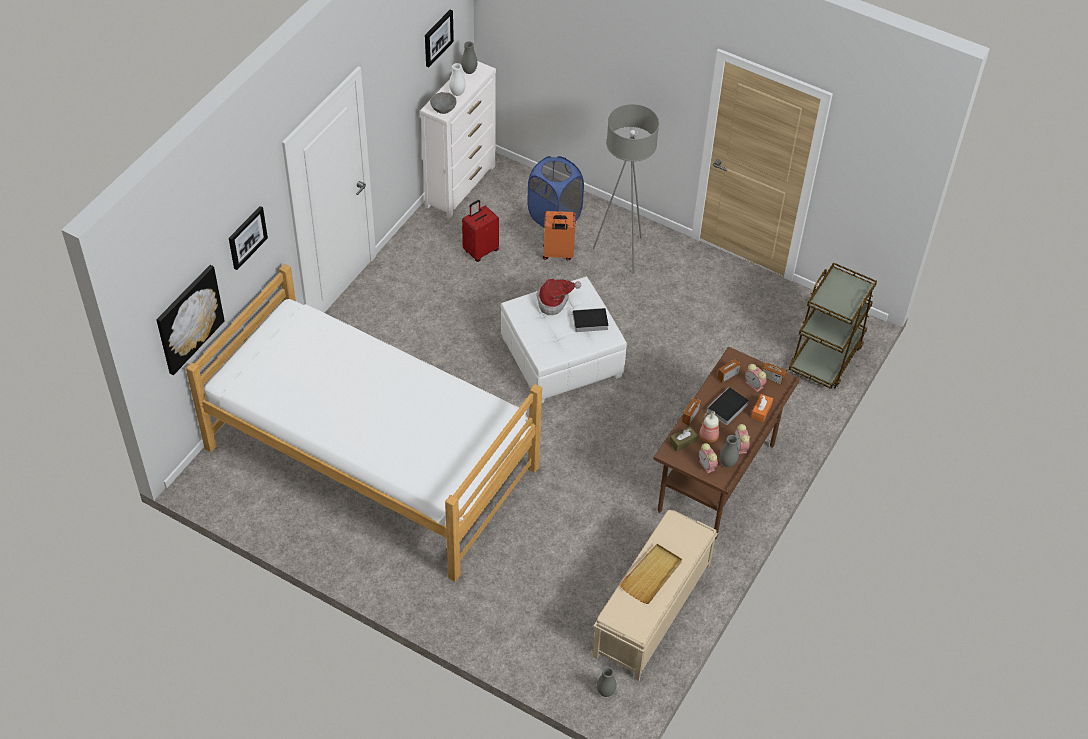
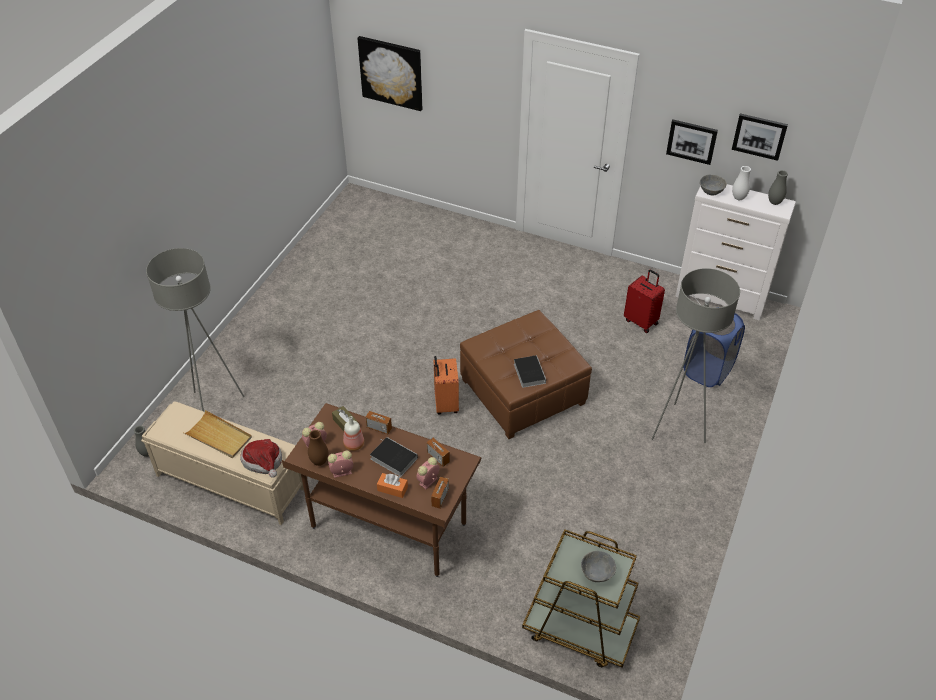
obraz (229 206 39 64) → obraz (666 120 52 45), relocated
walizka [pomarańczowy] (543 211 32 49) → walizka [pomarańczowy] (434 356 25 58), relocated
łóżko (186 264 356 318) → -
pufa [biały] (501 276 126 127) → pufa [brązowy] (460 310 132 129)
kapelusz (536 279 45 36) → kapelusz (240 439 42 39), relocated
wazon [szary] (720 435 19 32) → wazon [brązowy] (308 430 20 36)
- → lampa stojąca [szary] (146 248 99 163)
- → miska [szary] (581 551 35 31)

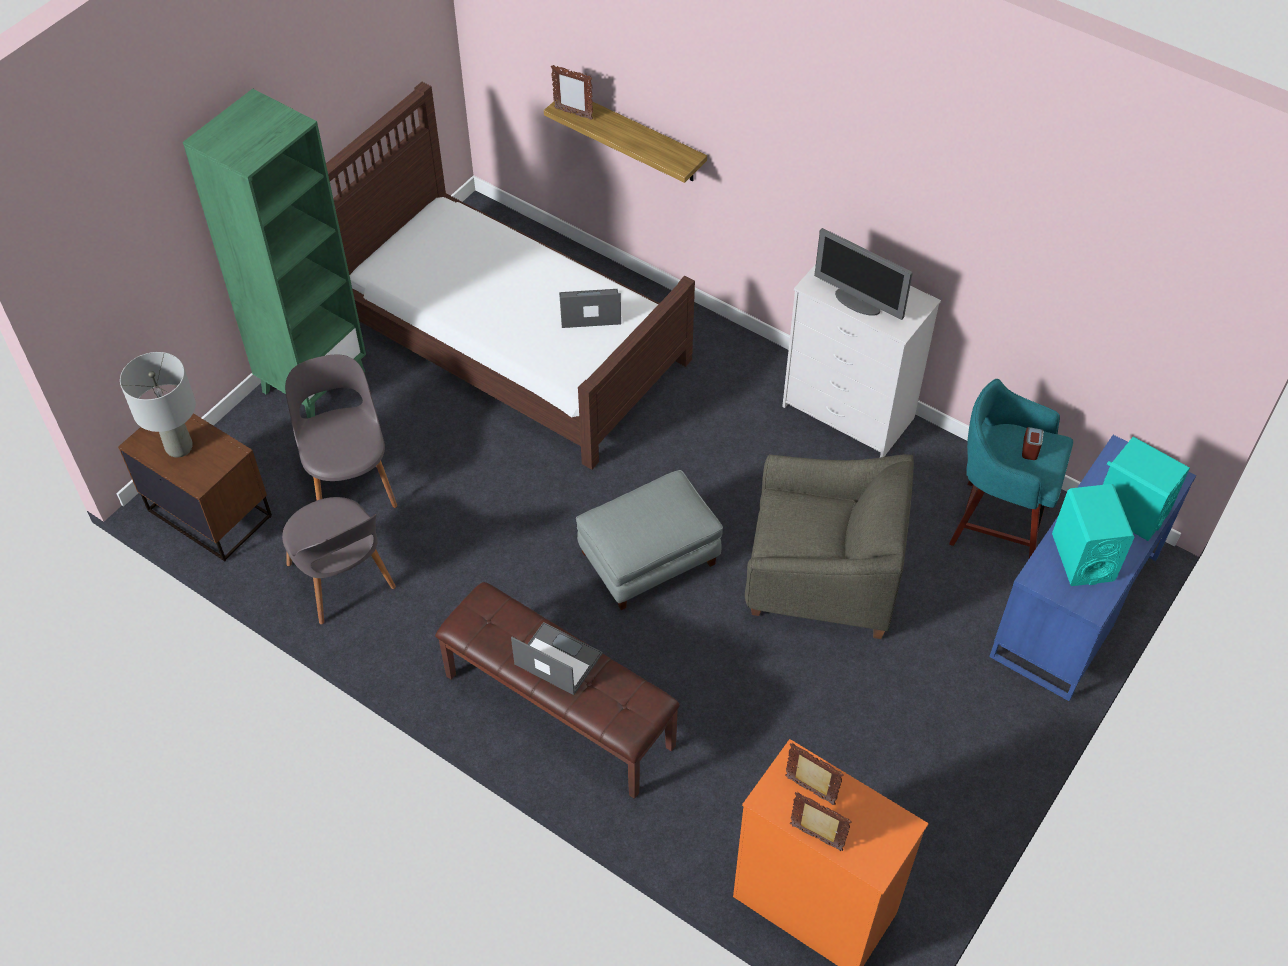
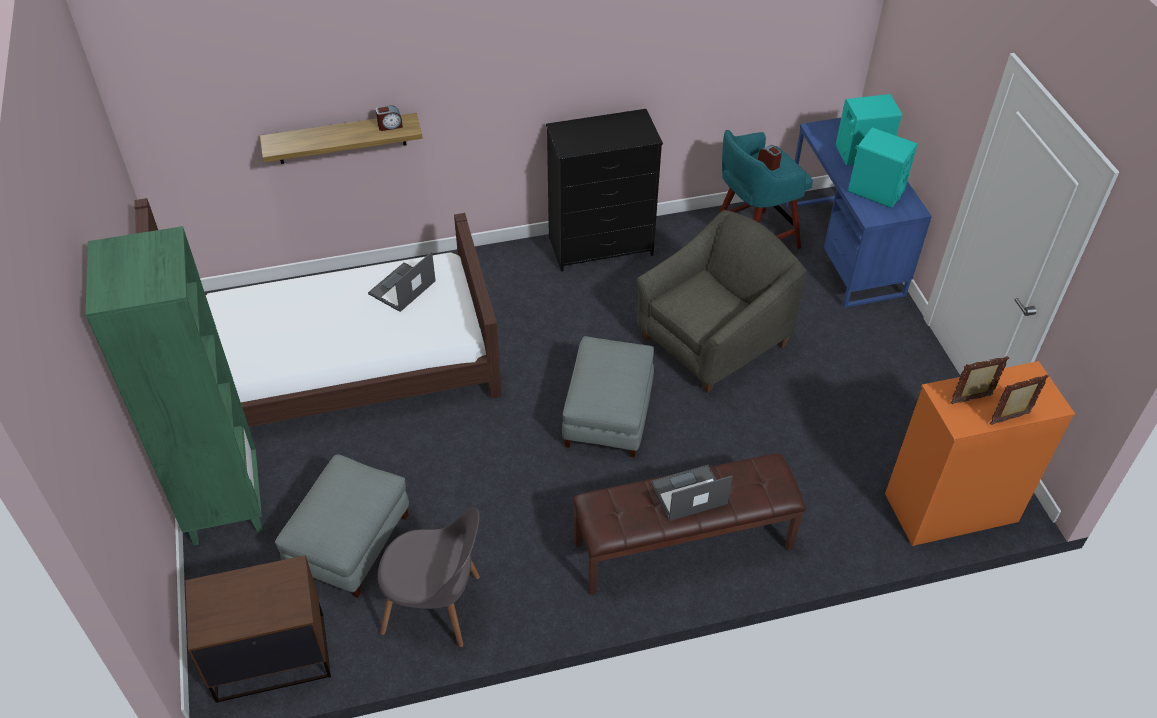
ramka na zdjęcie (551 65 42 55) → -
monitor (814 228 99 92) → -
komoda [biały] (782 264 159 194) → komoda [czarny] (546 109 117 163)
lampa stołowa [szary] (120 352 76 106) → -
krzesło [szary] (285 355 112 153) → pufa [szary] (275 454 134 144)
- → budzik (376 105 27 26)

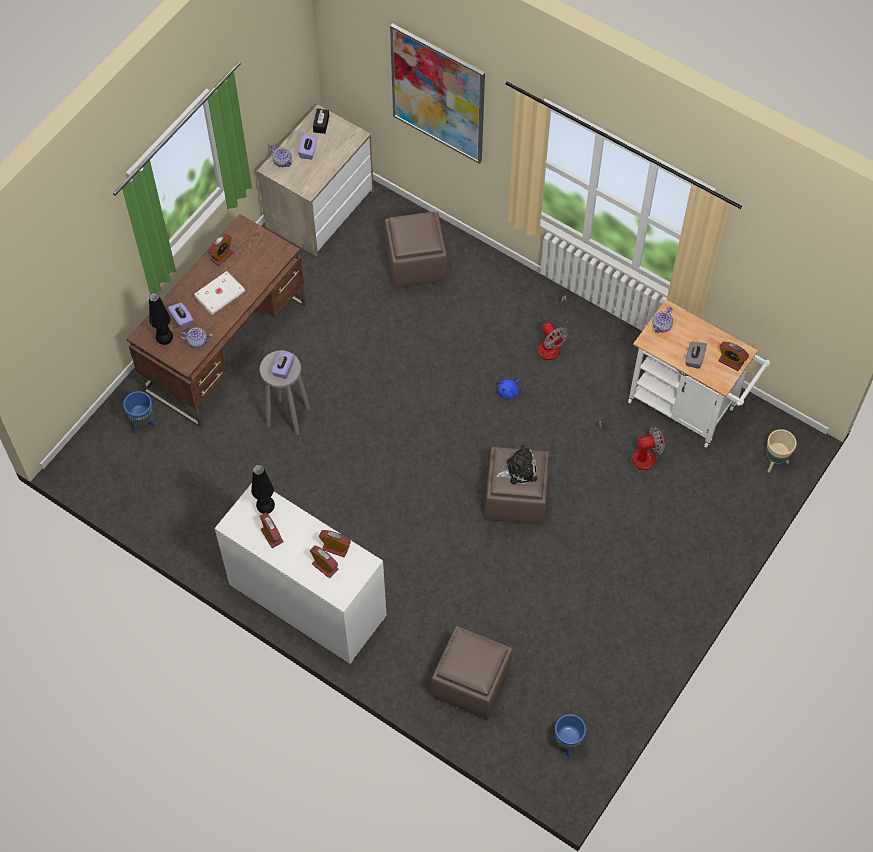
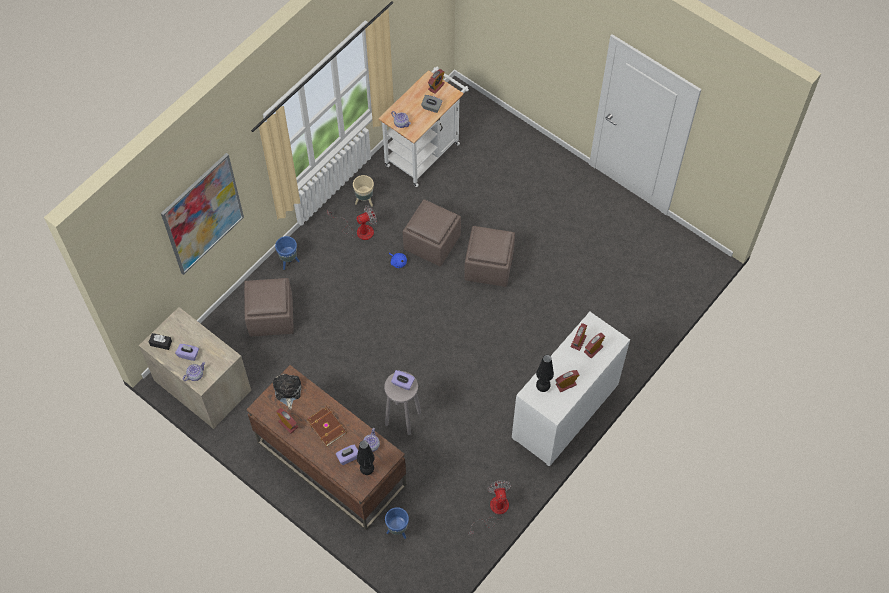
książka [biały] (194 271 51 44) → książka [brązowy] (307 406 40 41)
wentylator (599 419 66 51) → wentylator (469 480 42 54), relocated
donica [beżowy] (766 429 31 43) → donica [beżowy] (353 175 21 32), relocated
pluszak (496 444 41 41) → pluszak (272 374 29 36), relocated
pufa [brązowy] (431 626 82 93) → pufa [brązowy] (403 199 58 67), relocated
donica [niebieski] (553 714 33 45) → donica [niebieski] (275 236 25 34), relocated

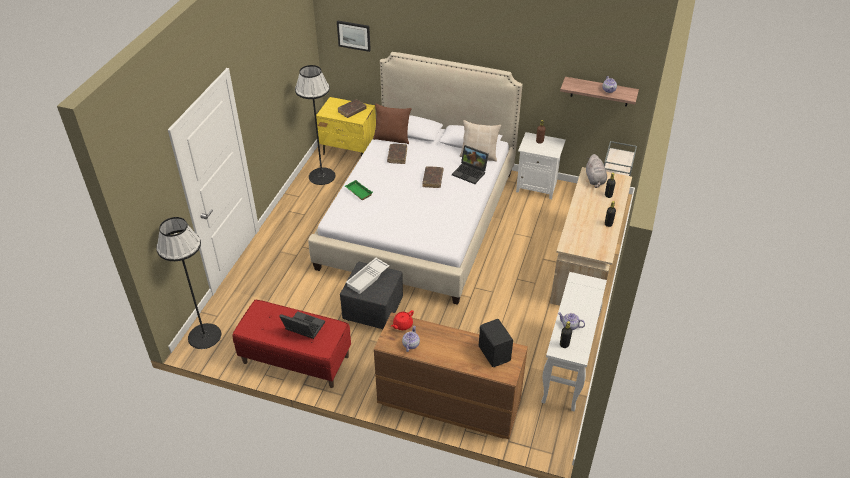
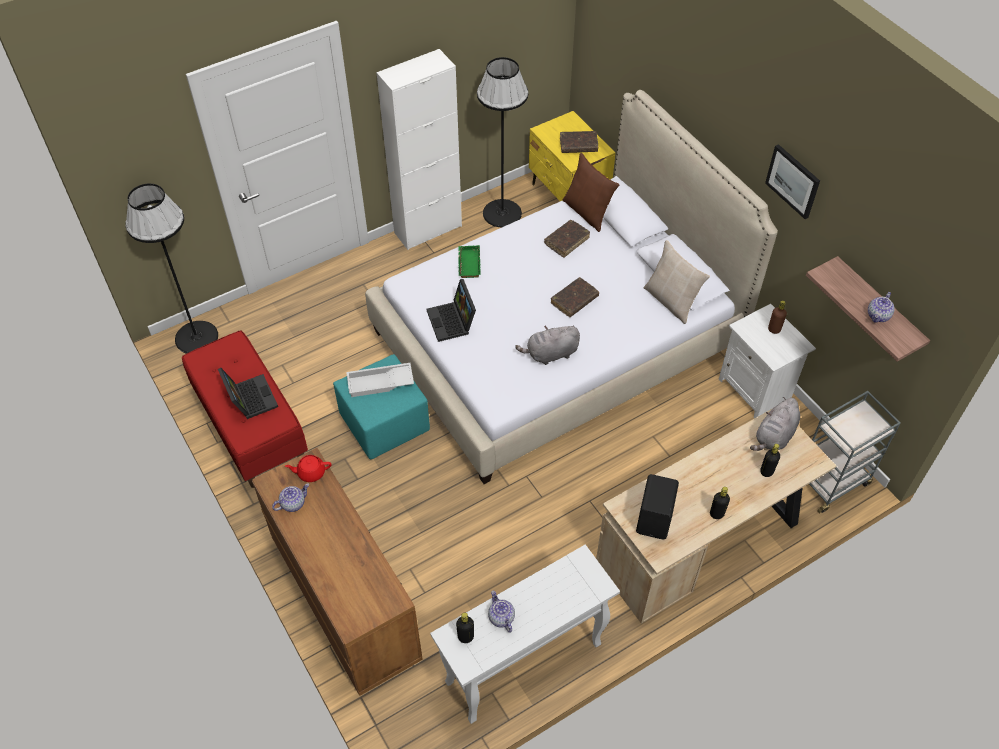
obraz (337 21 34 31) → obraz (765 144 55 75), relocated
laptop (452 145 37 39) → laptop (427 279 49 63), relocated
pufa [czarny] (340 262 63 68) → pufa [turkusowy] (333 354 97 105)
głośnik [czarny] (479 319 34 48) → głośnik [czarny] (636 474 43 65), relocated
- → szafka [biały] (376 49 86 201)
- → pluszak [szary] (515 326 65 39)

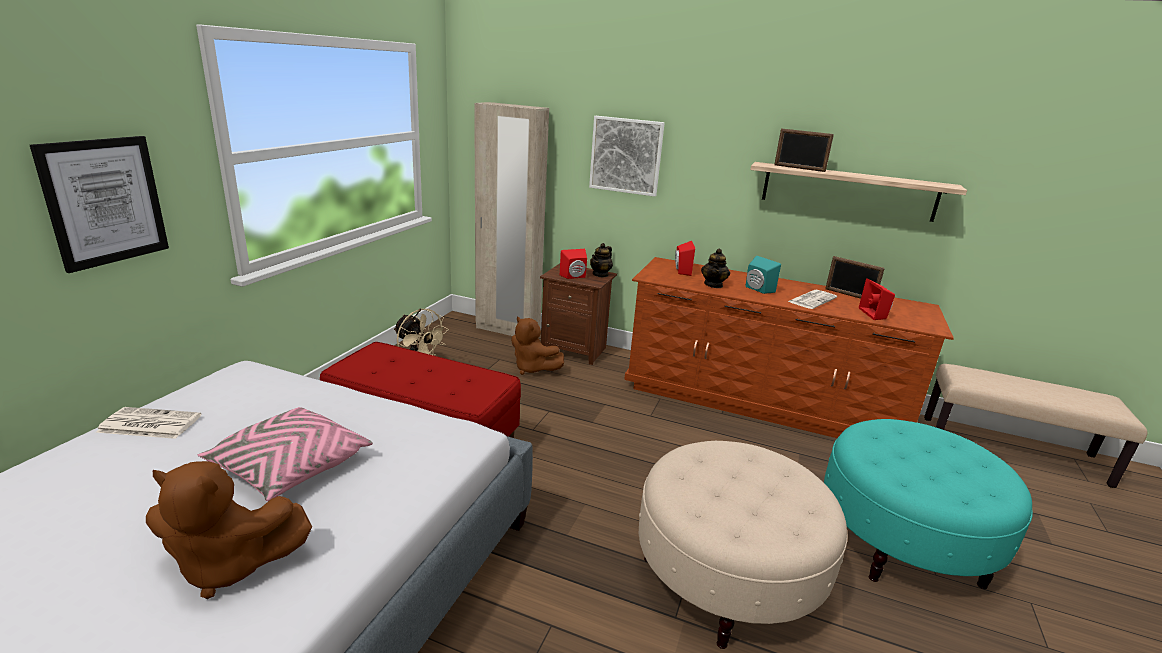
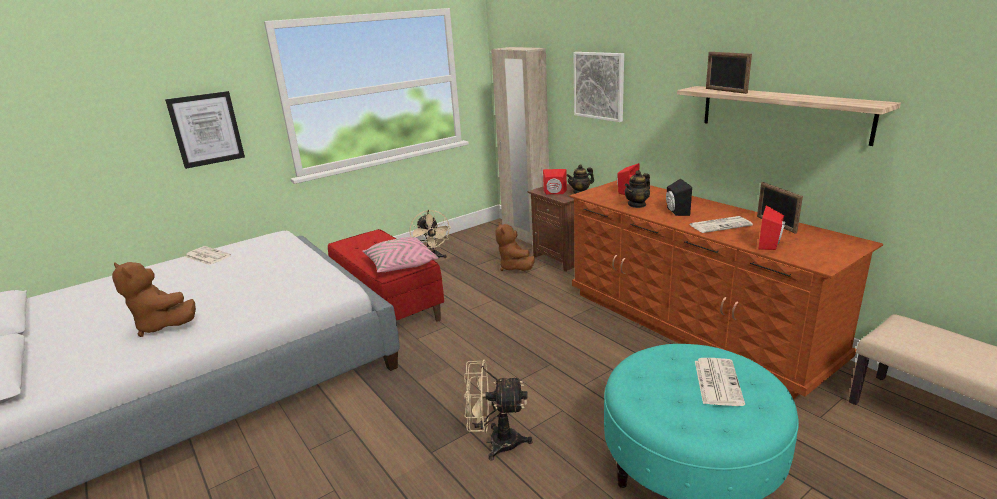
głośnik [turkusowy] (745 256 36 38) → głośnik [czarny] (666 179 26 37)
poduszka [różowy] (198 407 175 94) → poduszka [różowy] (362 237 76 36), relocated
pufa [beżowy] (639 441 209 208) → wentylator [beżowy] (464 359 69 102)
- → gazeta (695 358 50 48)

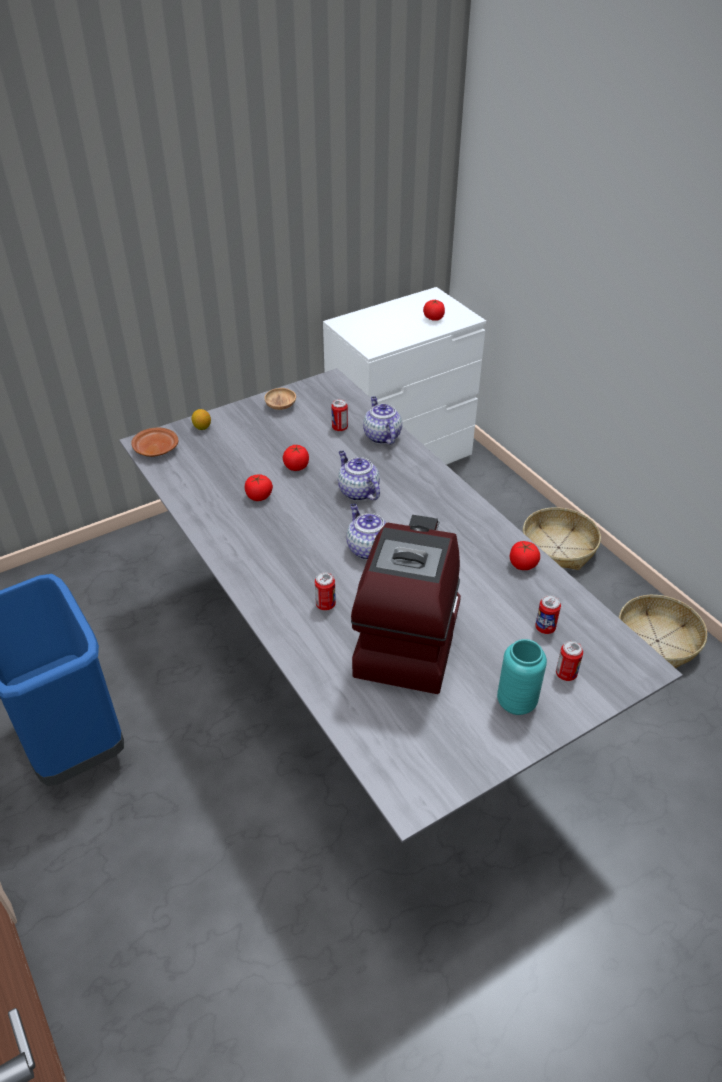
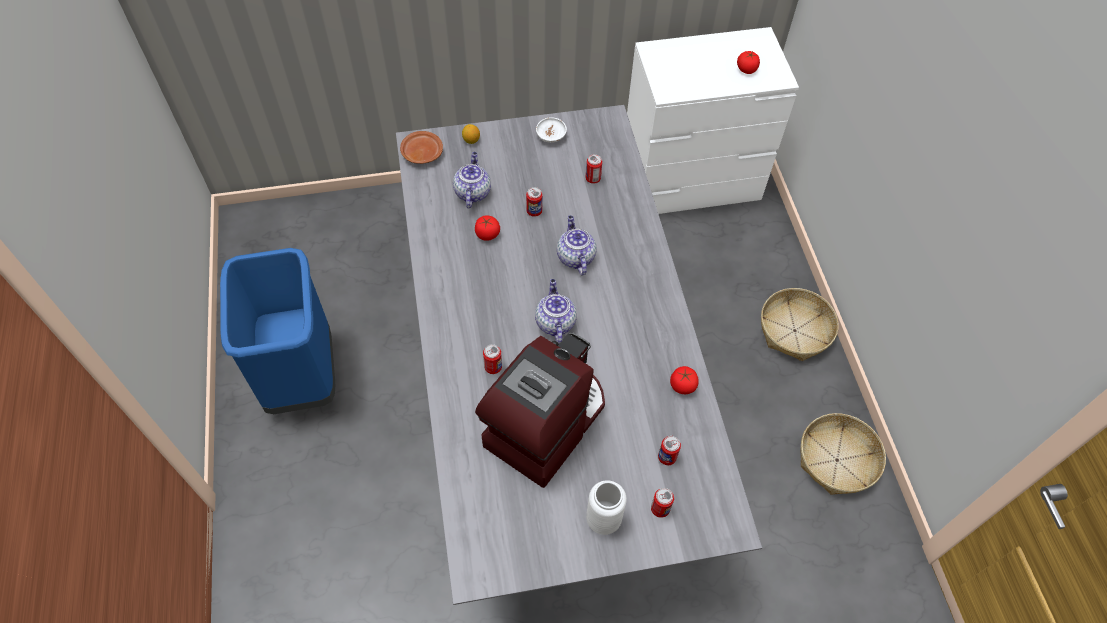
miska [brązowy] (264 388 32 22) → miska [biały] (536 117 31 26)
imbryk (363 396 39 49) → imbryk (453 152 38 56), relocated
pomidor (283 445 26 26) → puszka (526 187 16 30)
wazon [turkusowy] (497 639 50 76) → wazon [biały] (586 480 41 55)

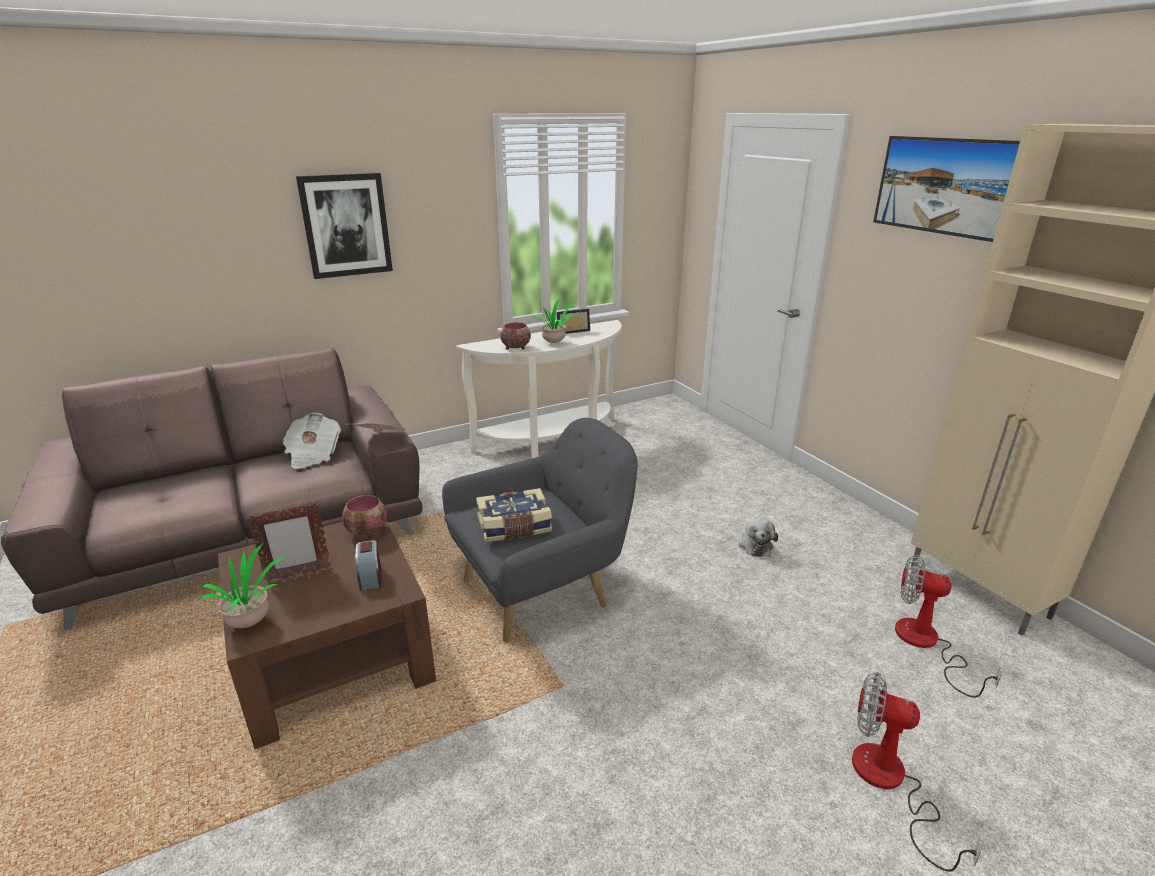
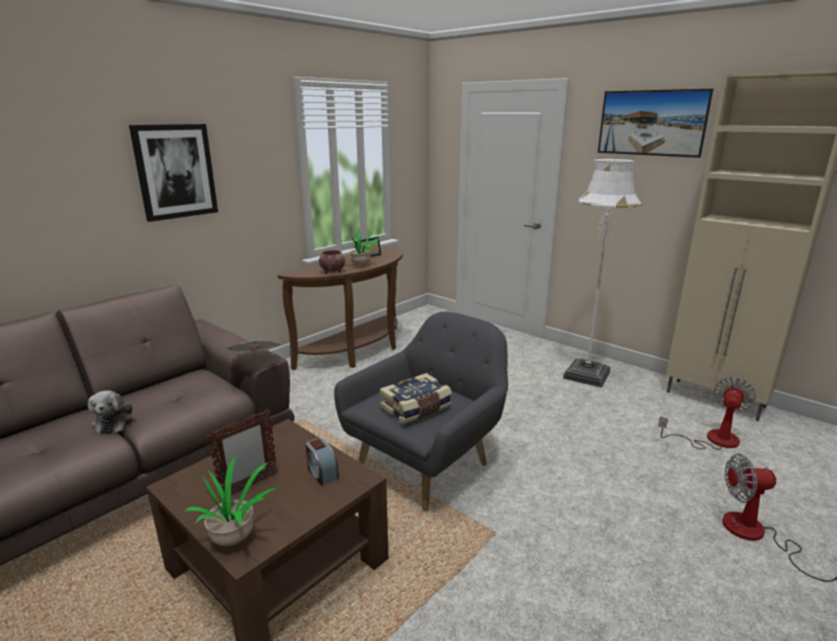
stolik konsolowy [biały] (456 320 166 139) → stolik konsolowy [brązowy] (278 246 125 124)
gazeta (282 413 59 56) → -
miska (342 495 45 43) → -
pluszak (739 518 39 39) → pluszak (88 391 45 43), relocated
wentylator (895 555 107 143) → wentylator (658 377 98 73), 120 degrees clockwise
- → lampa stojąca [biały] (563 158 79 230)

